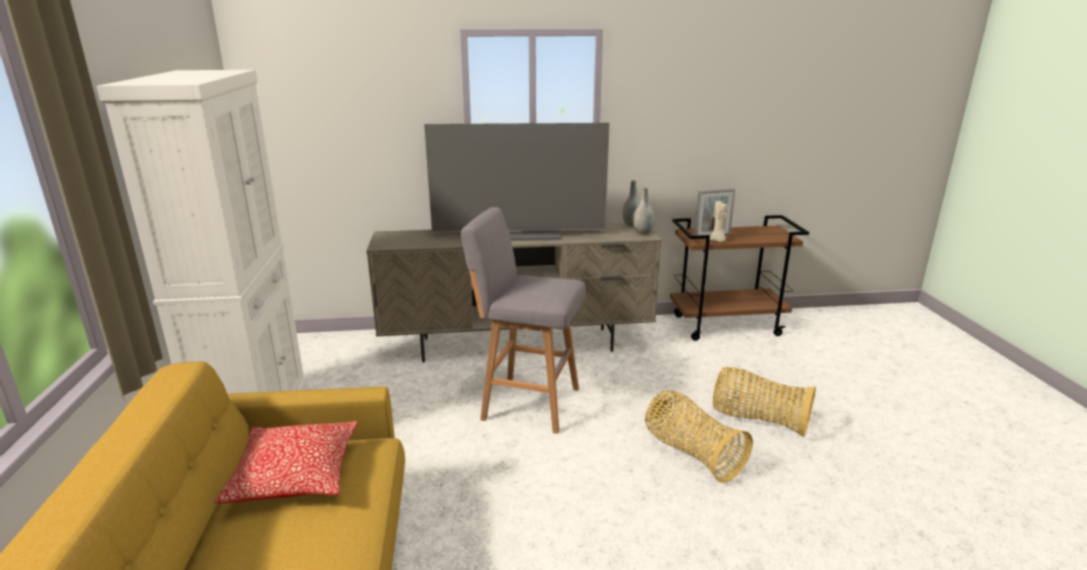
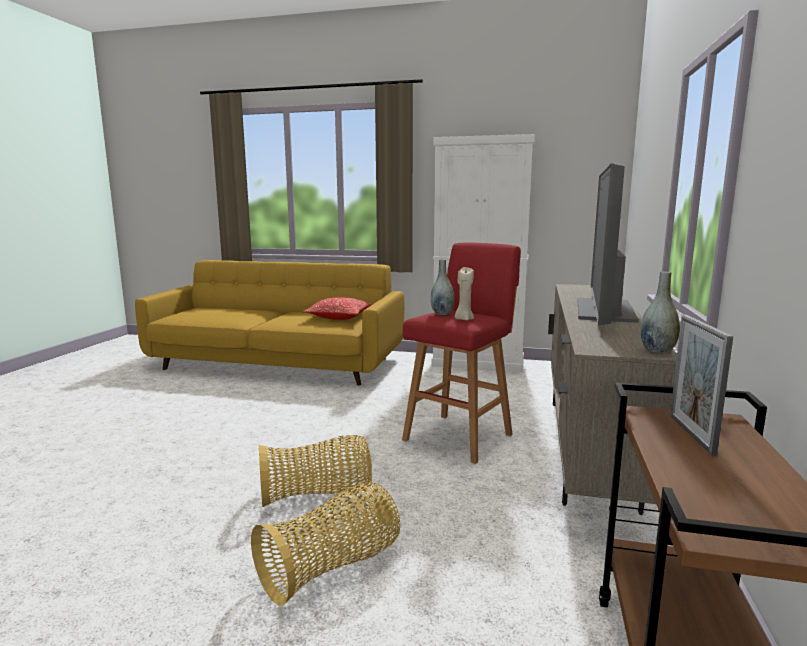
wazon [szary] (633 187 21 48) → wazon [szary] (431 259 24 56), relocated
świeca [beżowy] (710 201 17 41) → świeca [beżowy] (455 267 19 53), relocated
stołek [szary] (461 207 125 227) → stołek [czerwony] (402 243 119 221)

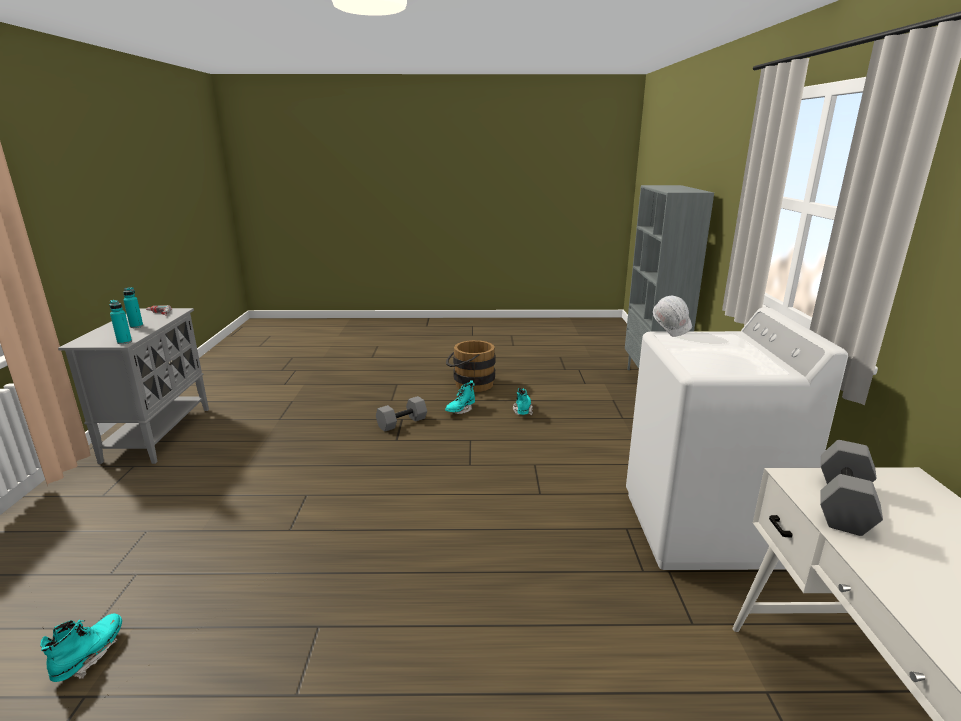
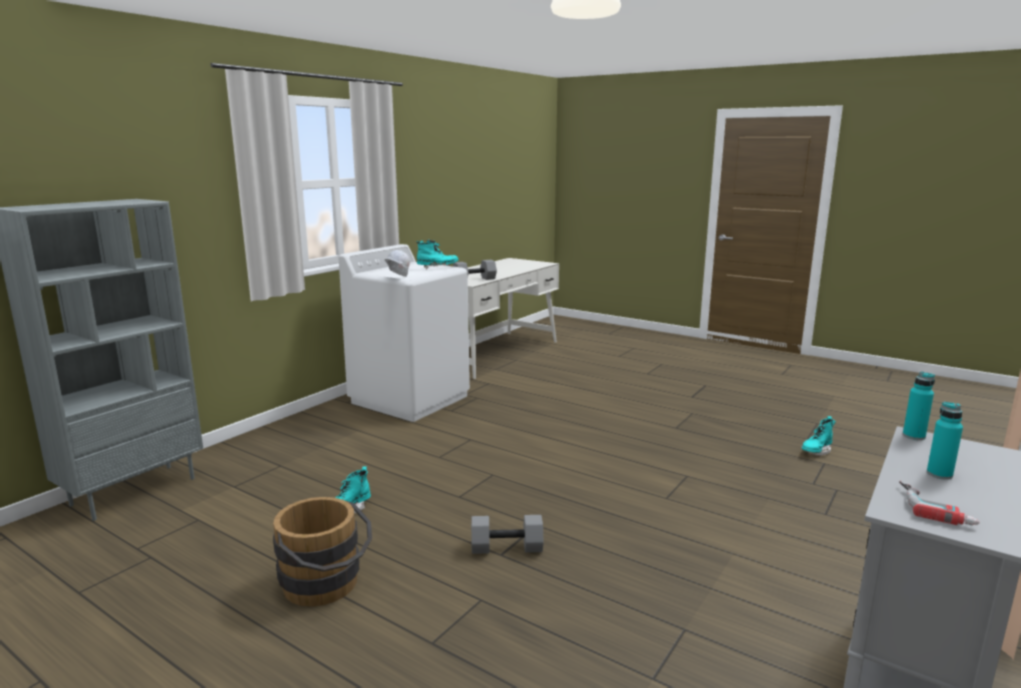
but z cholewką [turkusowy] (445 380 30 34) → but z cholewką [turkusowy] (416 240 43 29), relocated

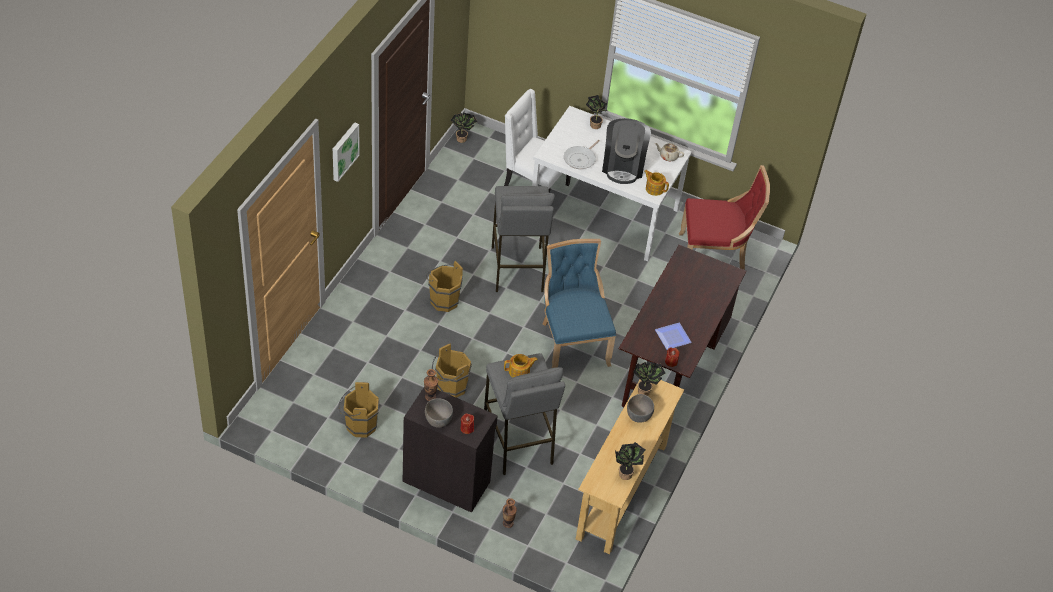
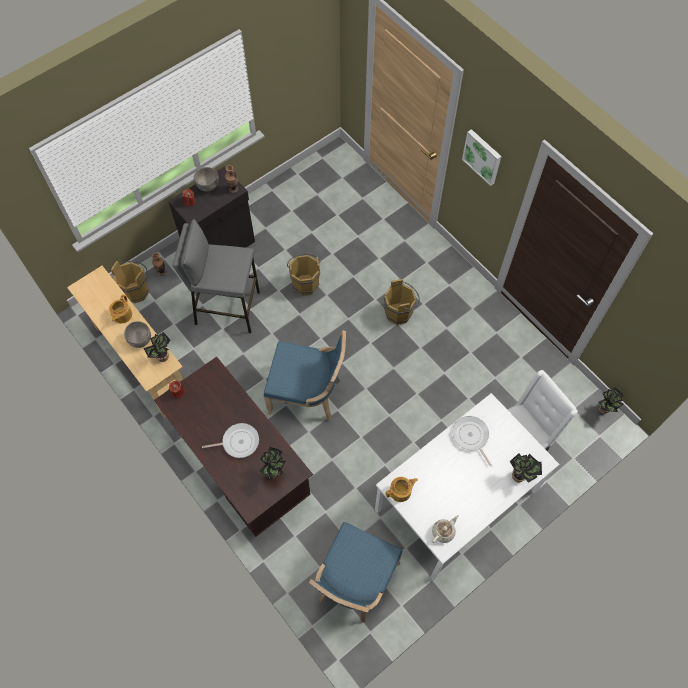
ekspres do kawy (602 118 49 66) → -
krzesło [czerwony] (679 165 91 105) → krzesło [niebieski] (309 522 94 101)
stołek [szary] (492 186 63 106) → -
talerz (655 322 37 28) → -
imbryk (504 354 34 24) → imbryk (109 295 23 28), relocated
wiadro [brązowy] (338 382 41 56) → wiadro [brązowy] (111 261 38 42), relocated
roślina doniczkowa (615 442 30 38) → roślina doniczkowa (259 446 27 33), relocated
- → patelnia (202 423 57 35)

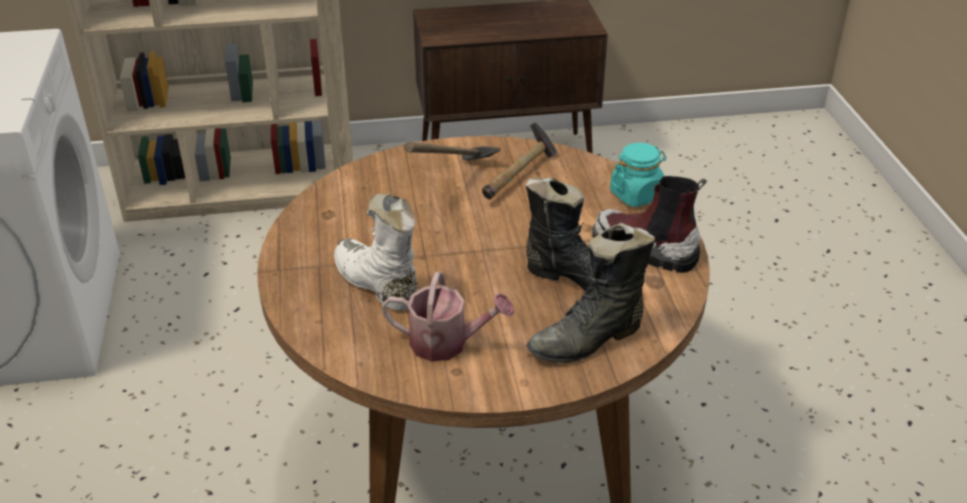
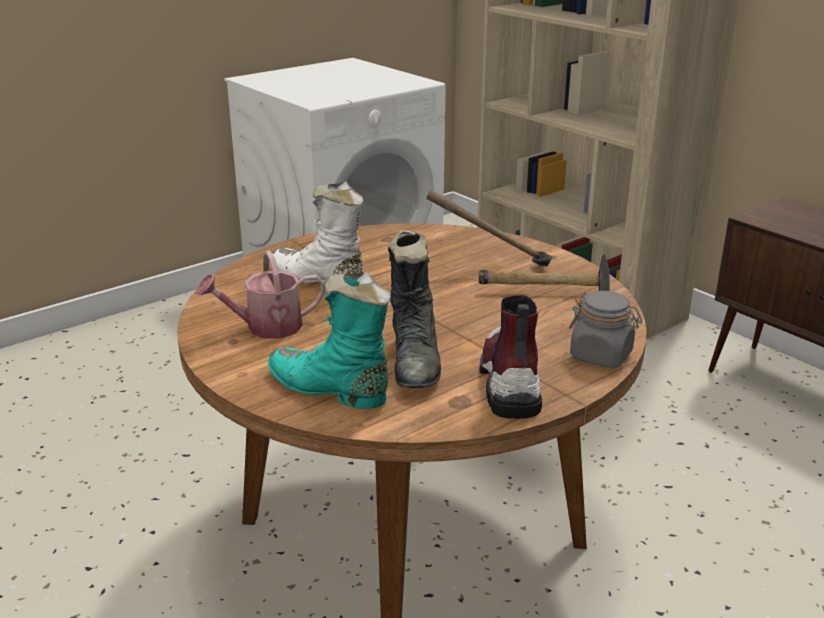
słoik [turkusowy] (610 143 56 64) → słoik [szary] (569 291 73 77)
but z cholewką [biały] (334 194 84 116) → but z cholewką [biały] (273 181 90 102), 75 degrees counterclockwise
but z cholewką [czarny] (526 222 129 140) → but z cholewką [turkusowy] (268 272 123 137)
konewka (382 272 132 90) → konewka (196 250 129 89), 90 degrees clockwise

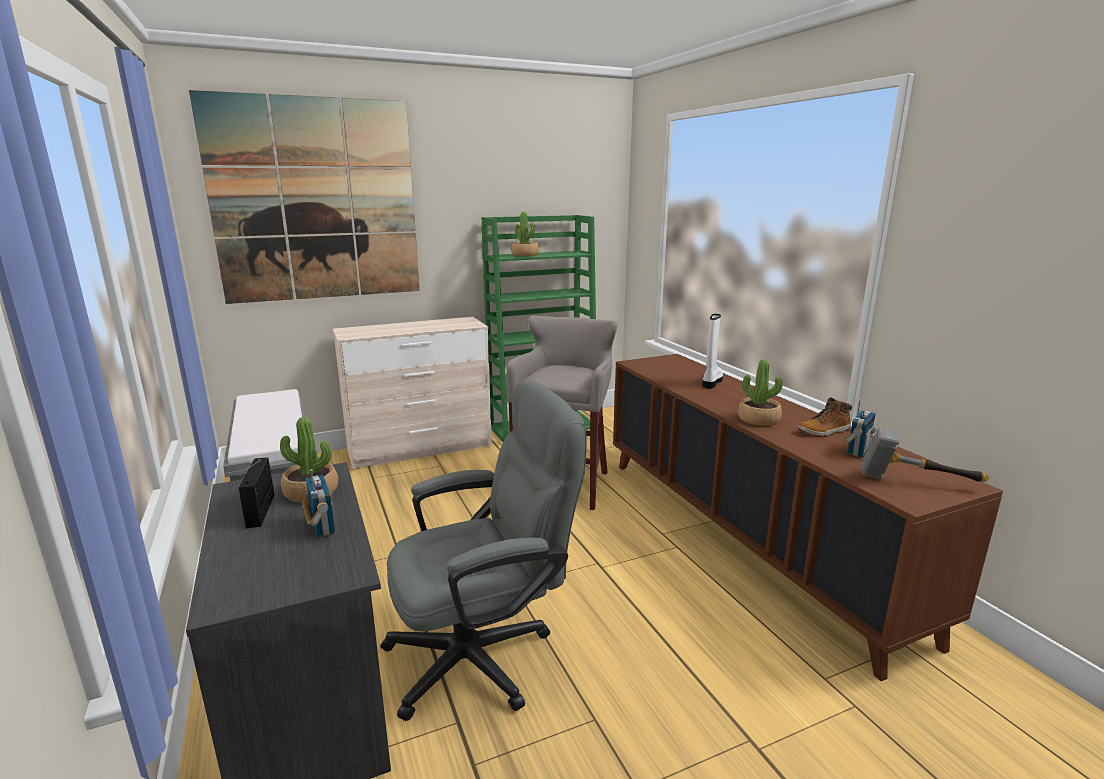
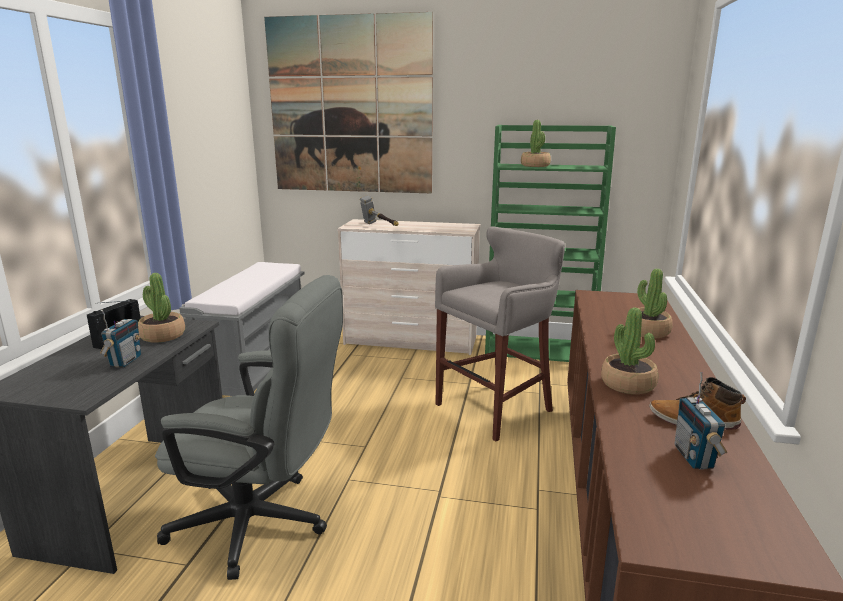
but z cholewką [biały] (703 314 20 74) → roślina doniczkowa (625 269 48 69)
radio (844 399 32 58) → radio (675 372 52 97), 105 degrees clockwise
młotek (861 428 128 54) → młotek (360 195 39 31), relocated

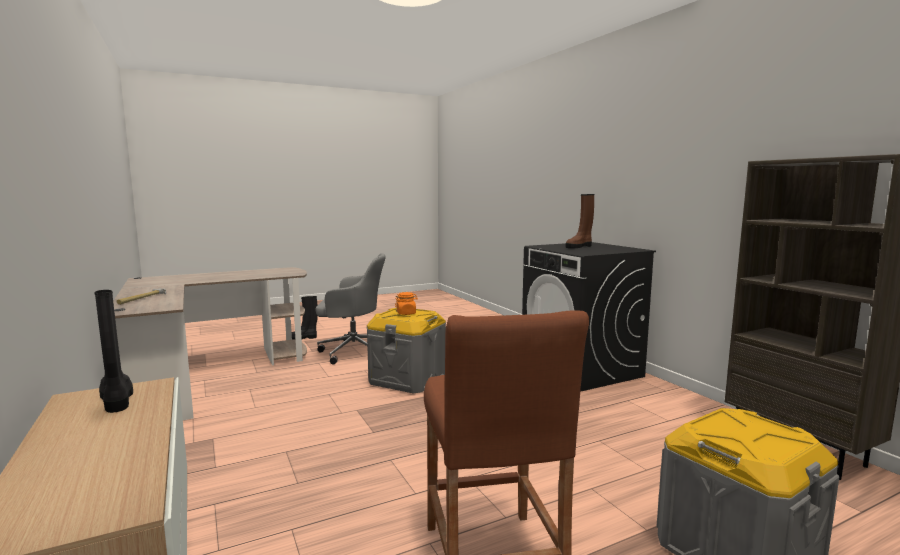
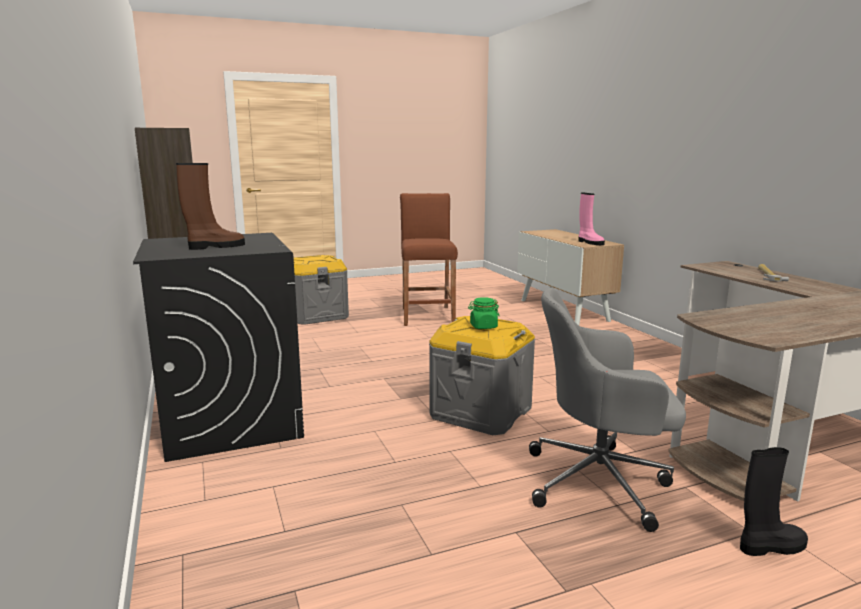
but z cholewką [czarny] (94 290 39 123) → but z cholewką [różowy] (578 192 27 53)
słoik [pomarańczowy] (395 292 23 23) → słoik [zielony] (468 297 31 32)

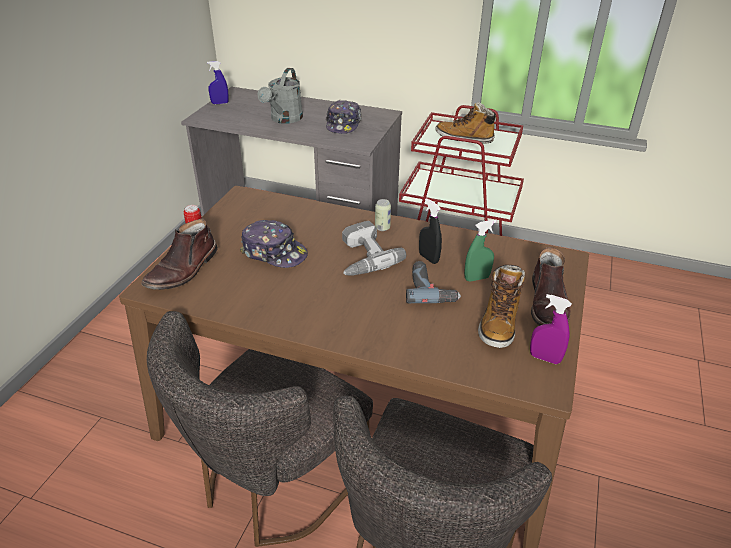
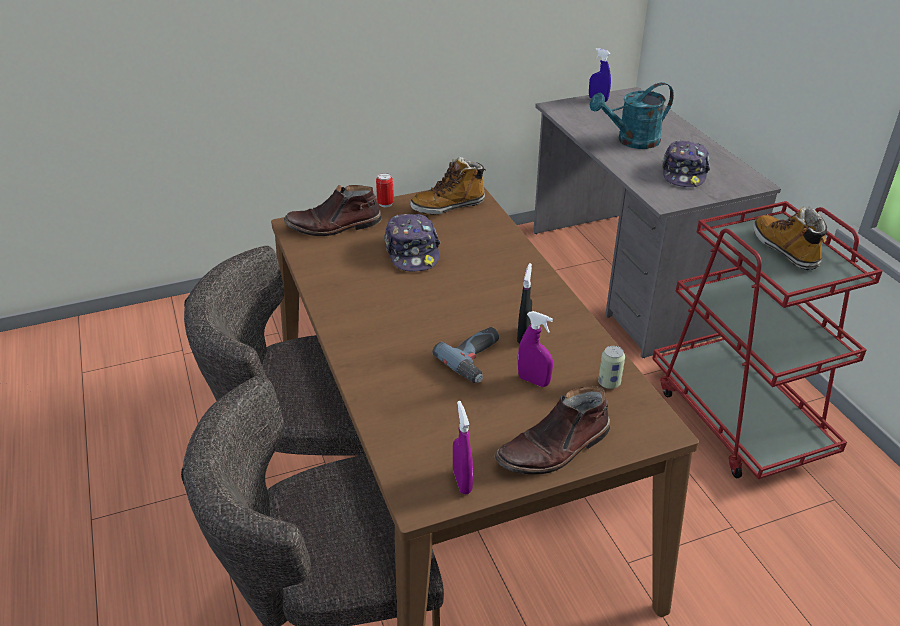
konewka [szary] (258 68 45 56) → konewka [turkusowy] (590 82 84 67)
czapka z daszkiem (326 100 36 34) → czapka z daszkiem (662 140 48 47), 45 degrees counterclockwise
puszka (375 199 16 32) → puszka (598 346 27 43), relocated
spryskiwacz [zielony] (464 220 33 62) → spryskiwacz [fioletowy] (518 311 35 76)
wiertarka (342 221 64 54) → -
but z cholewką (478 265 47 84) → but z cholewką (410 157 75 58), relocated

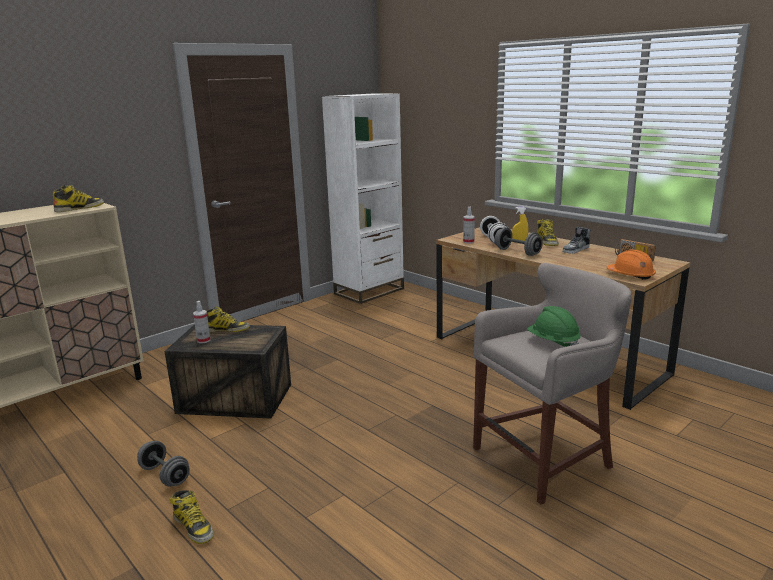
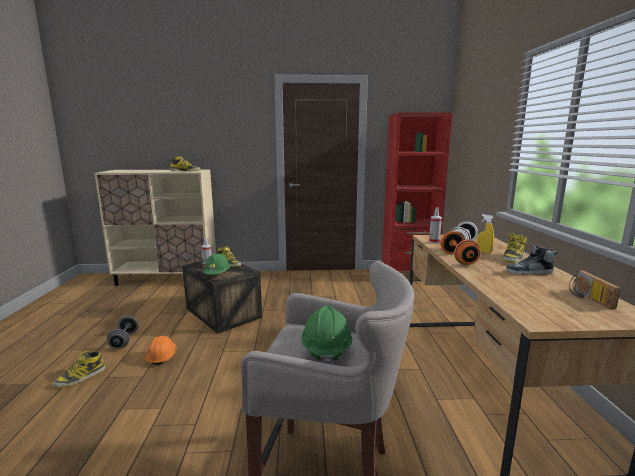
regał [biały] (322 94 82 210) → regał [czerwony] (382 112 70 169)
hantel [szary] (494 227 49 29) → hantel [pomarańczowy] (441 231 39 34)
kask [pomarańczowy] (607 250 49 30) → kask [pomarańczowy] (145 336 32 29), relocated
but z cholewką (170 490 44 54) → but z cholewką (52 350 53 38), 45 degrees clockwise
- → kask [zielony] (203 253 27 22)

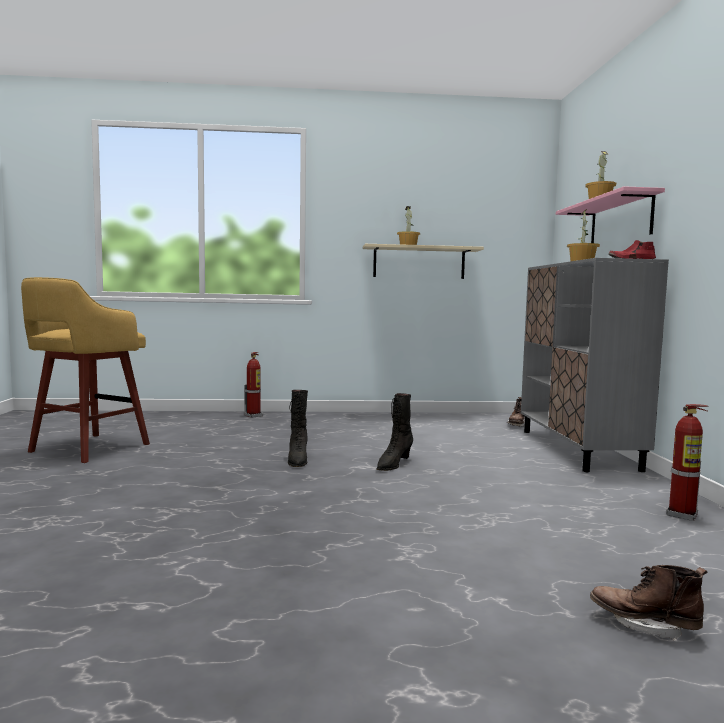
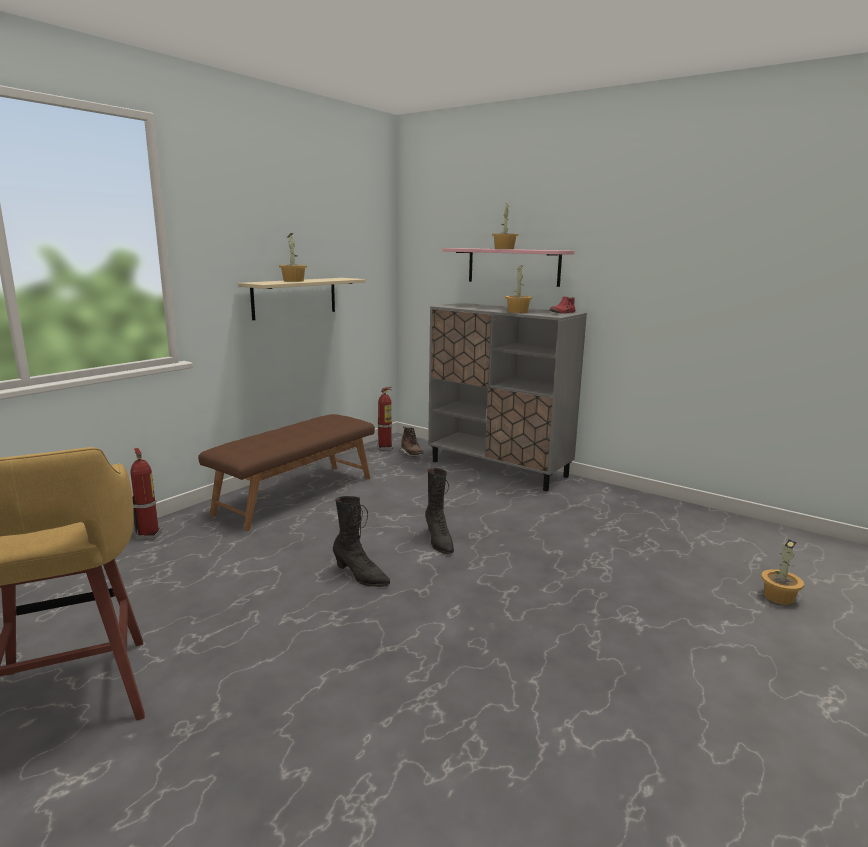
gaśnica (666 404 43 117) → gaśnica (377 387 16 64), relocated
but z cholewką [brązowy] (590 565 117 76) → roślina doniczkowa (761 540 43 65)
- → ławka [brązowy] (198 414 177 117)

